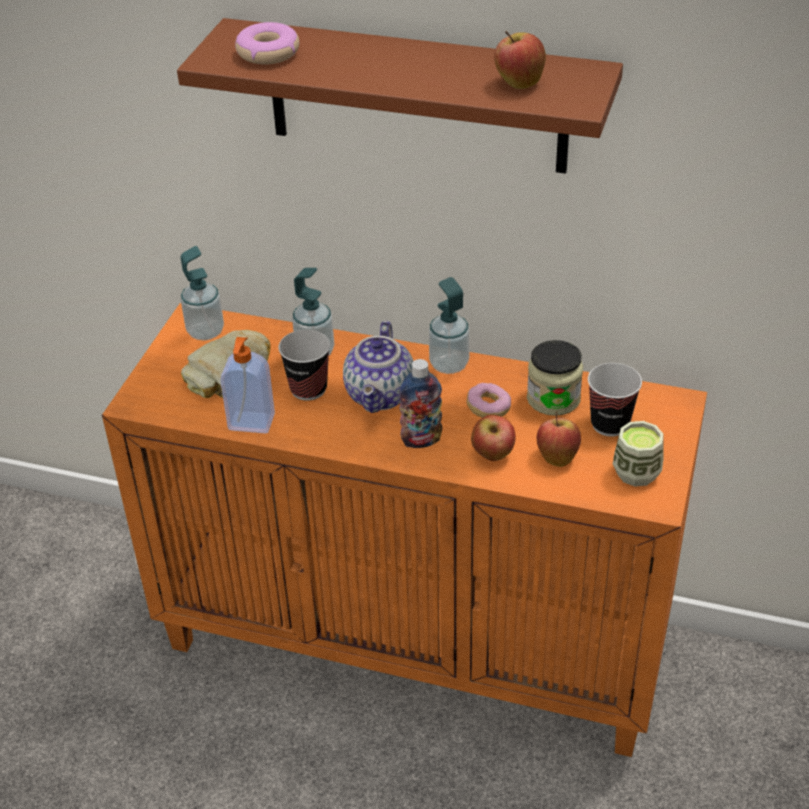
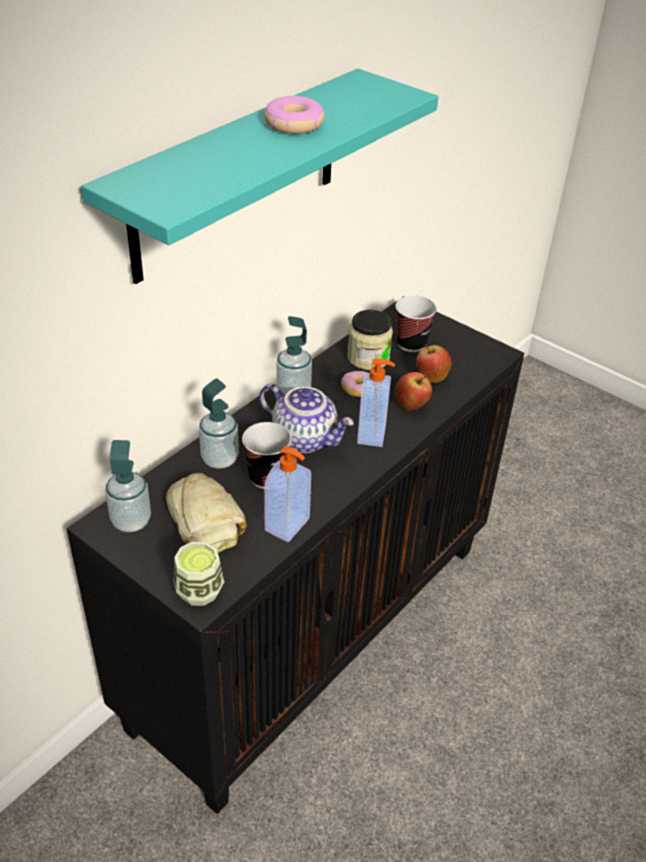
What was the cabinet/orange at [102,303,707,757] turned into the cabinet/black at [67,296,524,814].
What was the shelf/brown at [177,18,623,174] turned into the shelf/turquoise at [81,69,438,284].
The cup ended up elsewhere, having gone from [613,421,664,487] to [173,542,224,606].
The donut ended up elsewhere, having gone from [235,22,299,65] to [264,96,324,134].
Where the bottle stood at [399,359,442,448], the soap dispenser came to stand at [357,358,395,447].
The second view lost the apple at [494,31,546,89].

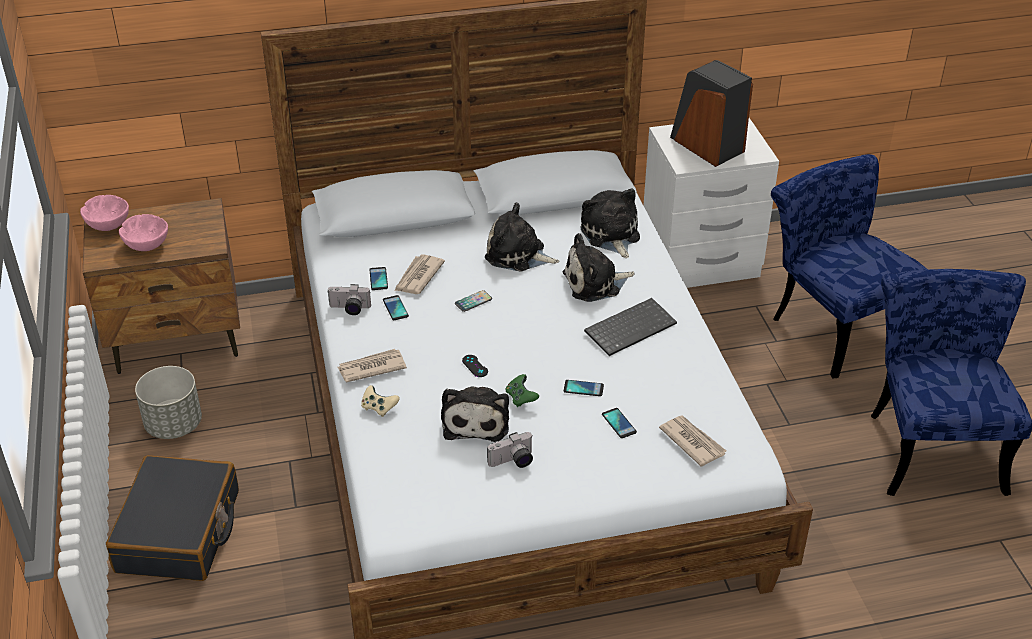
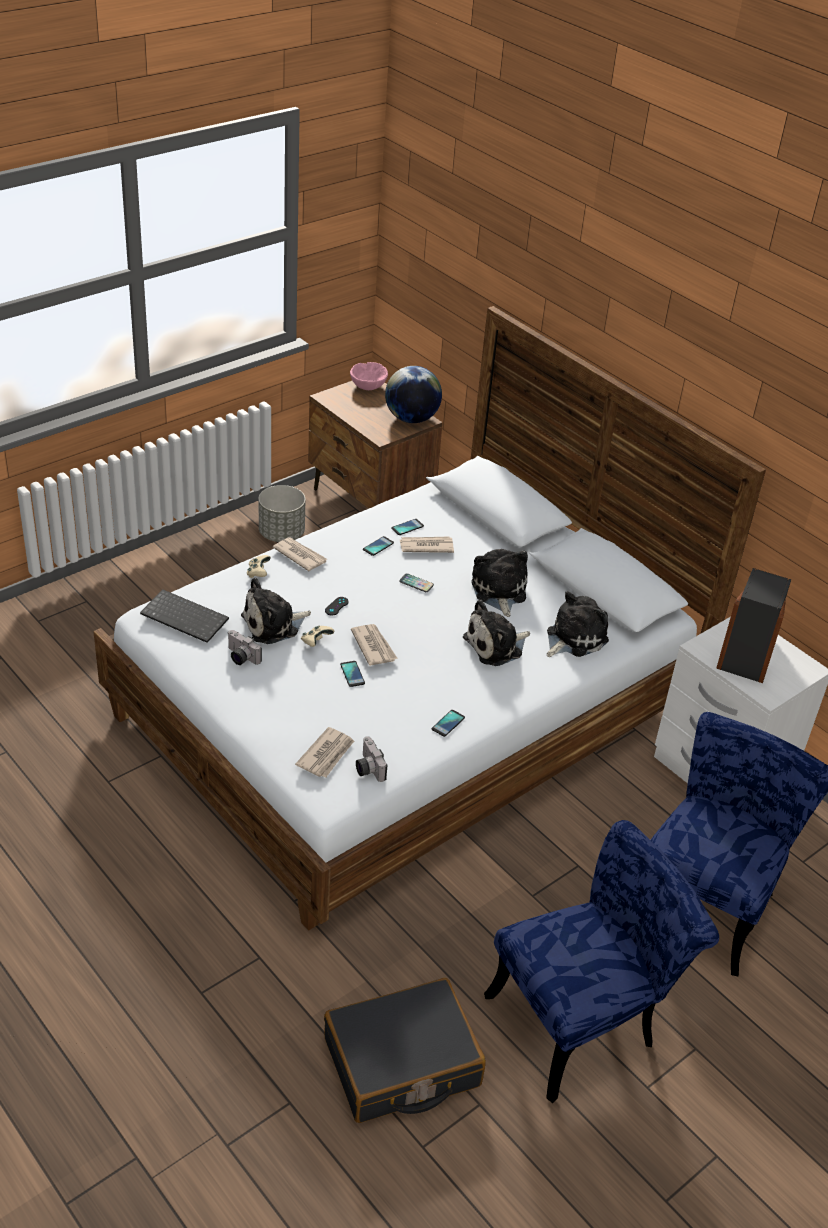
The keyboard ended up elsewhere, having gone from [584,298,677,356] to [140,589,229,643].
What was the game controller/green at [506,374,539,407] turned into the game controller/beige at [301,626,334,647].
The suitcase/black ended up elsewhere, having gone from [106,455,239,581] to [324,978,486,1123].
The second view gained the newspaper at [351,624,398,666].
The photo camera ended up elsewhere, having gone from [328,284,371,315] to [356,736,387,782].
The second view gained the globe at [385,366,442,423].
The phone ended up elsewhere, having gone from [602,408,637,438] to [432,710,465,737].
The plush toy at [563,233,635,302] ended up facing another way, 75 degrees counterclockwise from before.
The second view lost the bowl/pink at [119,214,168,251].

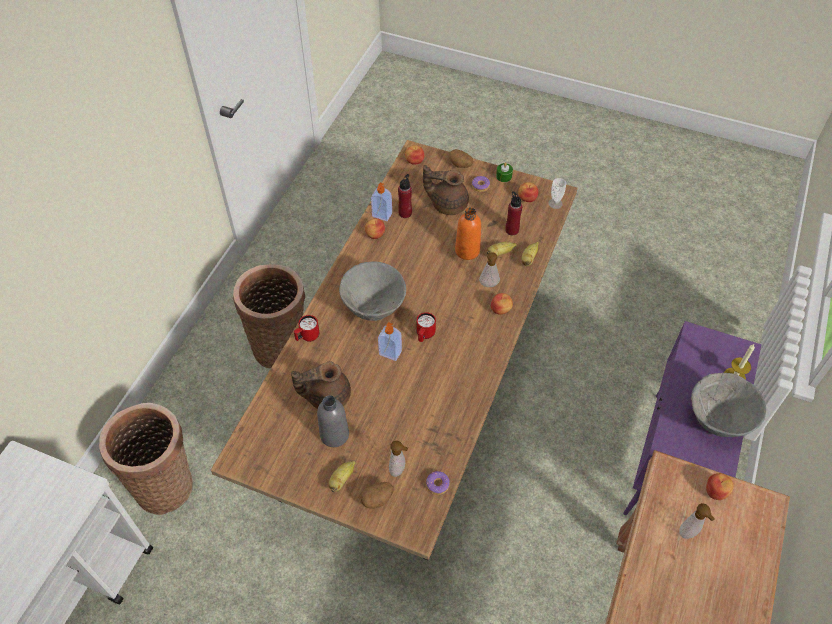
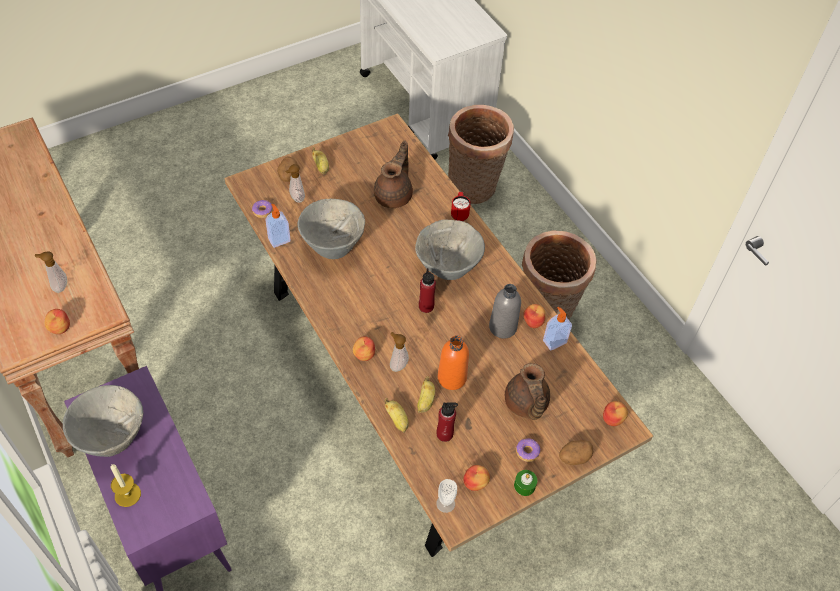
The soap dispenser ended up elsewhere, having gone from [378,322,402,361] to [265,204,291,248].
The second view gained the bowl/grey at [297,198,365,259].
The bottle/red ended up elsewhere, having gone from [398,174,412,218] to [419,268,436,313].
The bottle/grey ended up elsewhere, having gone from [317,395,349,447] to [489,284,521,339].
The teapot/brown at [423,165,469,215] ended up facing another way, 120 degrees clockwise from before.
The second view lost the mug/red at [417,312,436,342].

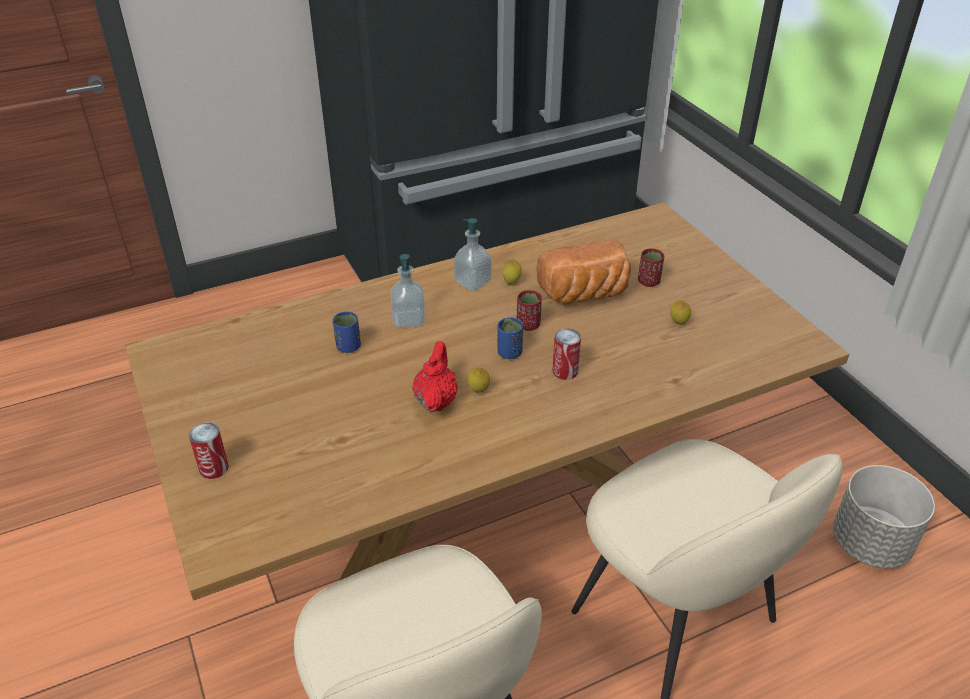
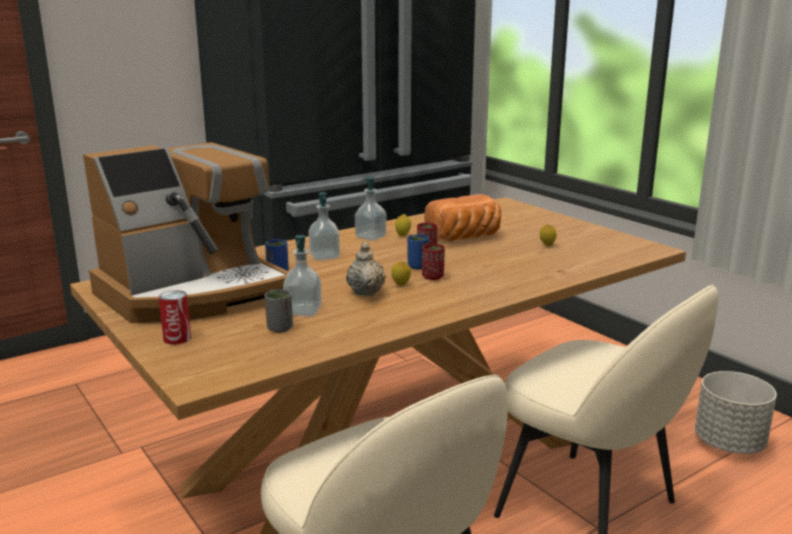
The second view gained the coffee machine at [83,142,289,323].
The second view gained the cup/grey at [265,289,293,333].
The second view gained the soap dispenser at [283,235,322,316].
What was the teapot/red at [412,341,458,412] turned into the teapot/beige at [346,242,386,296].
The cup/red ended up elsewhere, having gone from [638,248,664,287] to [422,244,445,280].
The second view lost the can at [553,329,581,380].

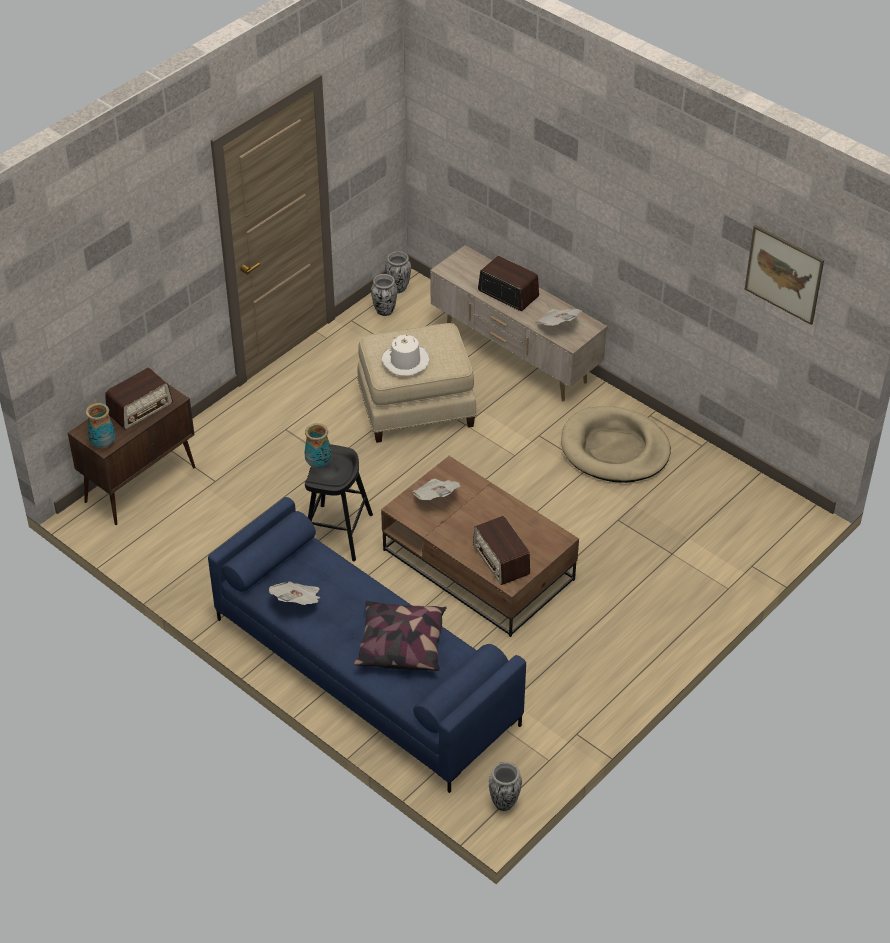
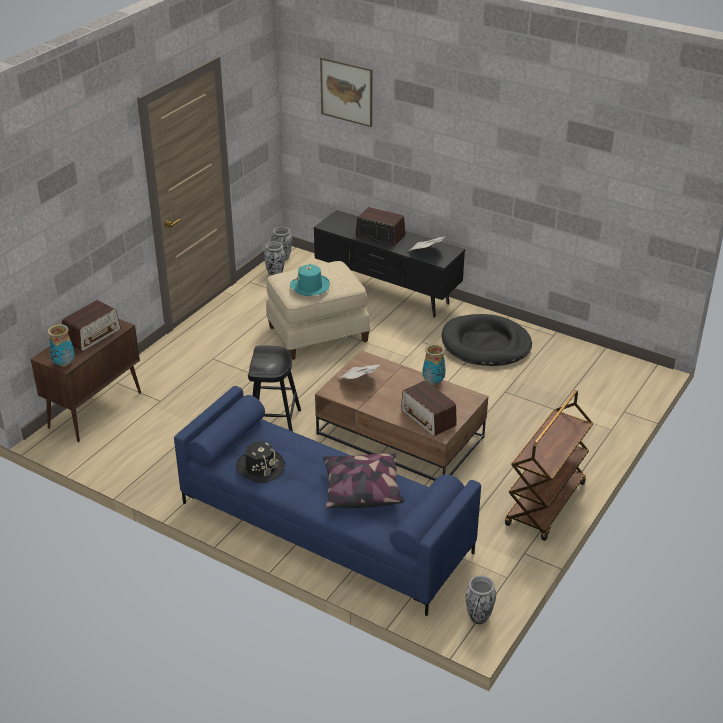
Where the newspaper stood at [269,581,320,605], the hat/black came to stand at [236,441,285,483].
What was the hat/white at [381,334,429,376] turned into the hat/turquoise at [290,263,330,296].
What was the tv stand/beige at [430,245,608,401] turned into the tv stand/black at [314,210,466,317].
The picture ended up elsewhere, having gone from [745,225,824,325] to [320,57,372,127].
The vase ended up elsewhere, having gone from [305,423,331,468] to [423,344,446,385].
What was the dog bed/beige at [561,406,671,483] turned into the dog bed/black at [442,314,532,366].
The second view gained the cart/brown at [505,390,593,541].

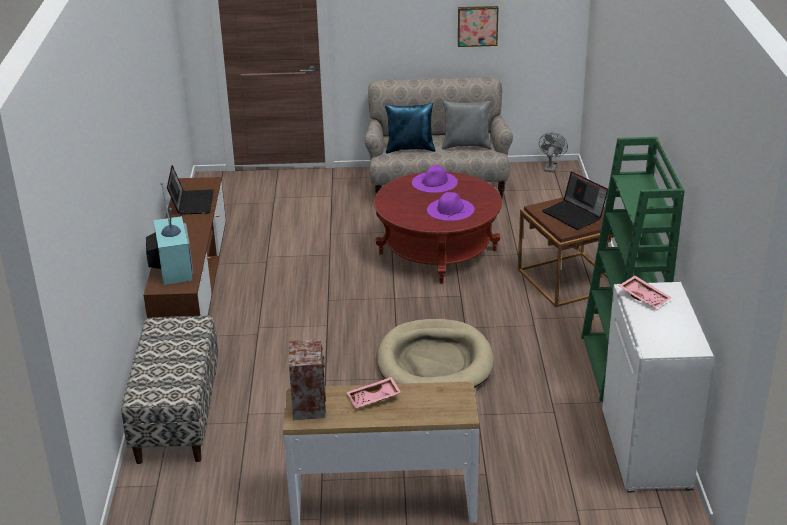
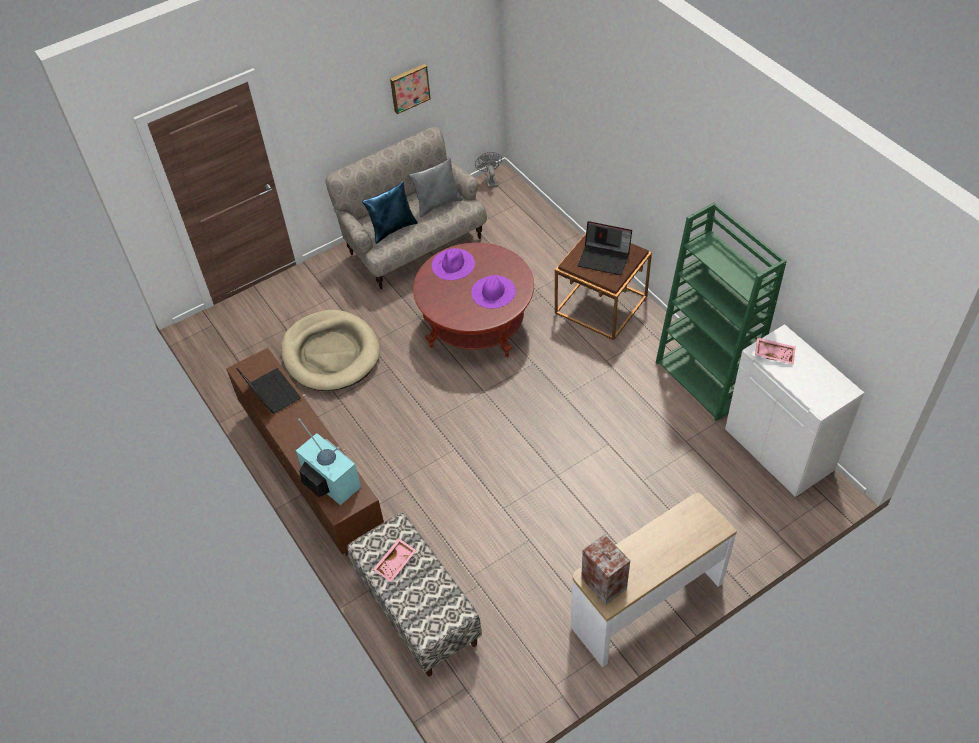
The dog bed/beige ended up elsewhere, having gone from [377,319,494,388] to [281,310,380,391].
The tray/pink ended up elsewhere, having gone from [346,377,401,408] to [373,538,417,582].

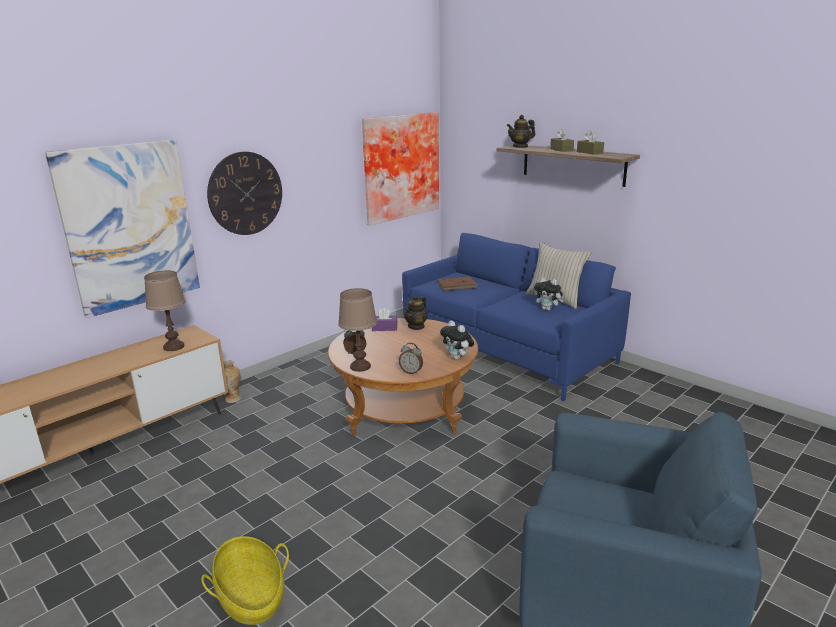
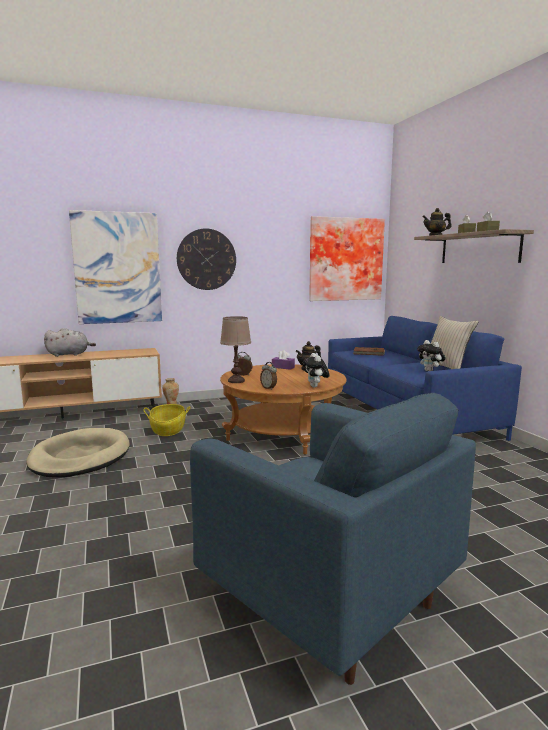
The second view gained the dog bed/beige at [26,428,130,478].
The second view gained the plush toy/grey at [44,328,96,357].
The basket ended up elsewhere, having gone from [201,536,289,625] to [144,404,191,436].
The second view lost the table lamp/brown at [144,270,186,351].

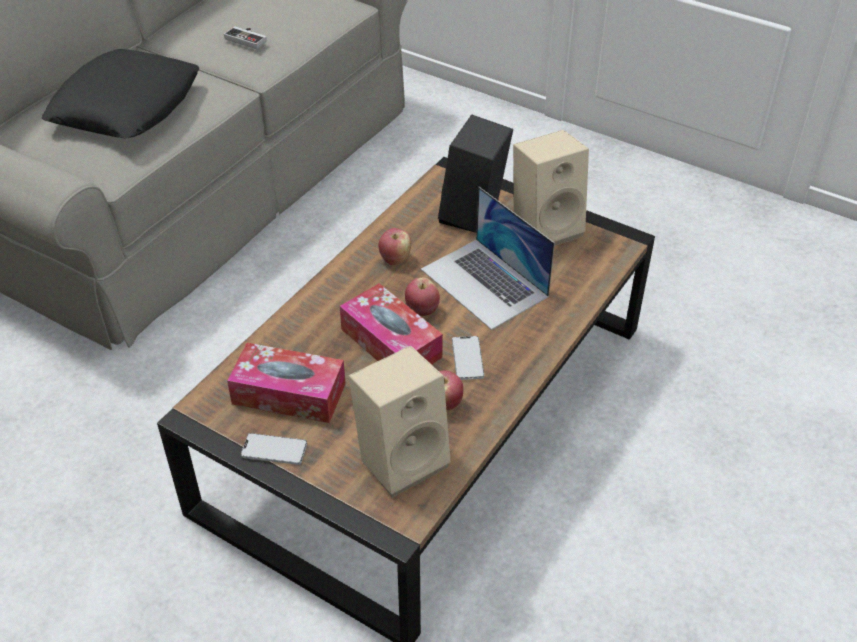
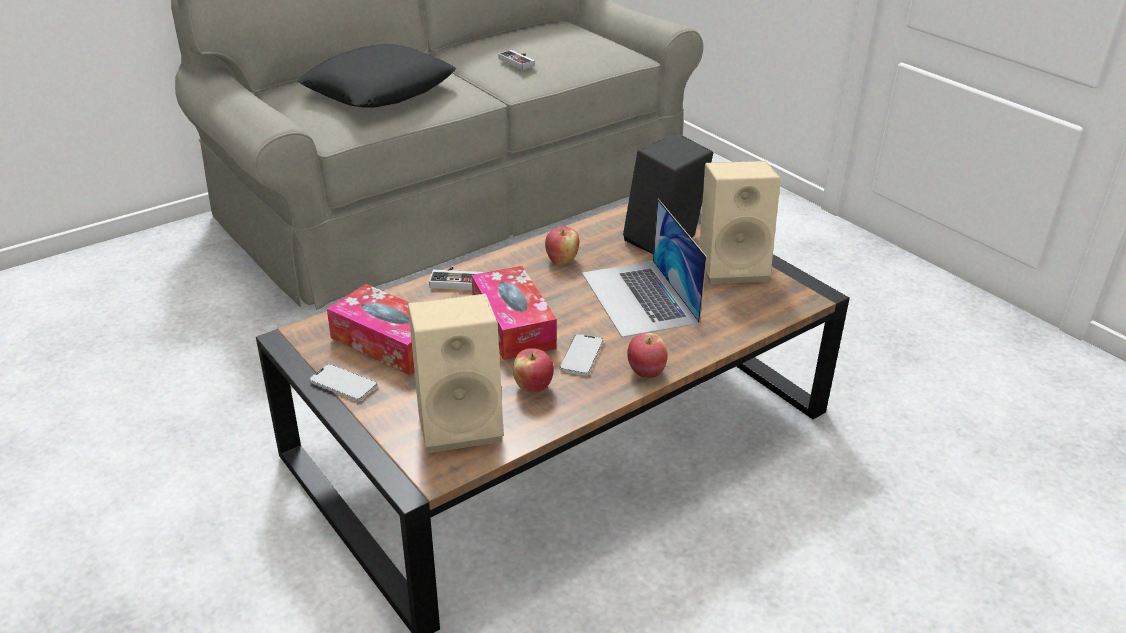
The second view gained the game controller at [429,267,484,290].
The apple ended up elsewhere, having gone from [405,278,440,316] to [627,333,668,378].

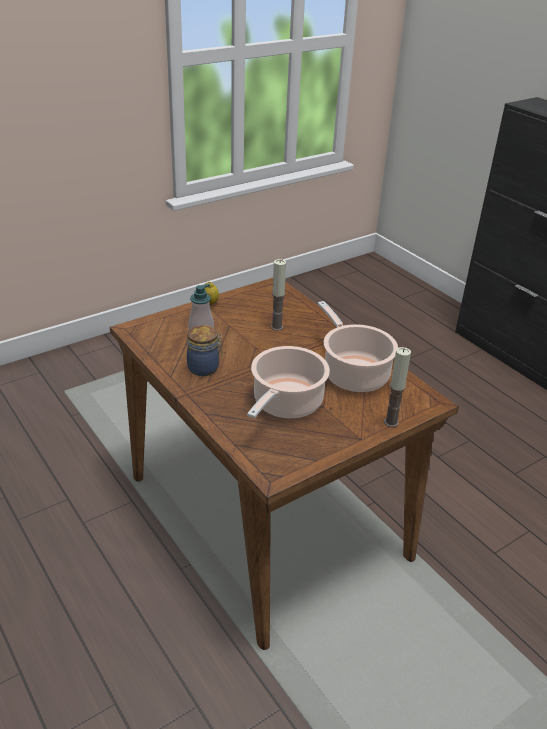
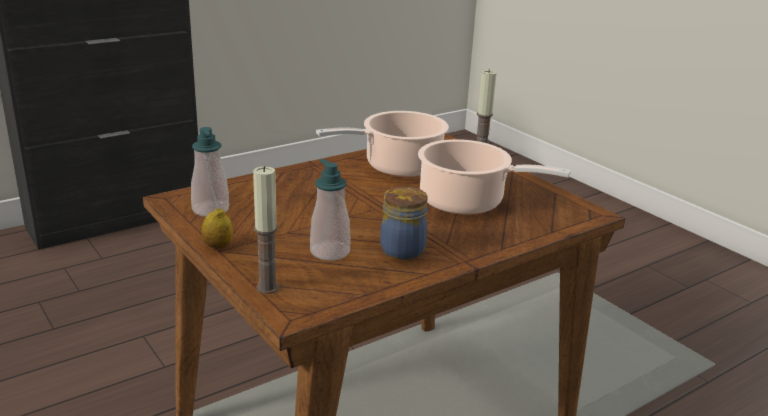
The second view gained the soap dispenser at [191,127,229,217].
The candle ended up elsewhere, having gone from [271,259,286,331] to [253,166,279,294].

